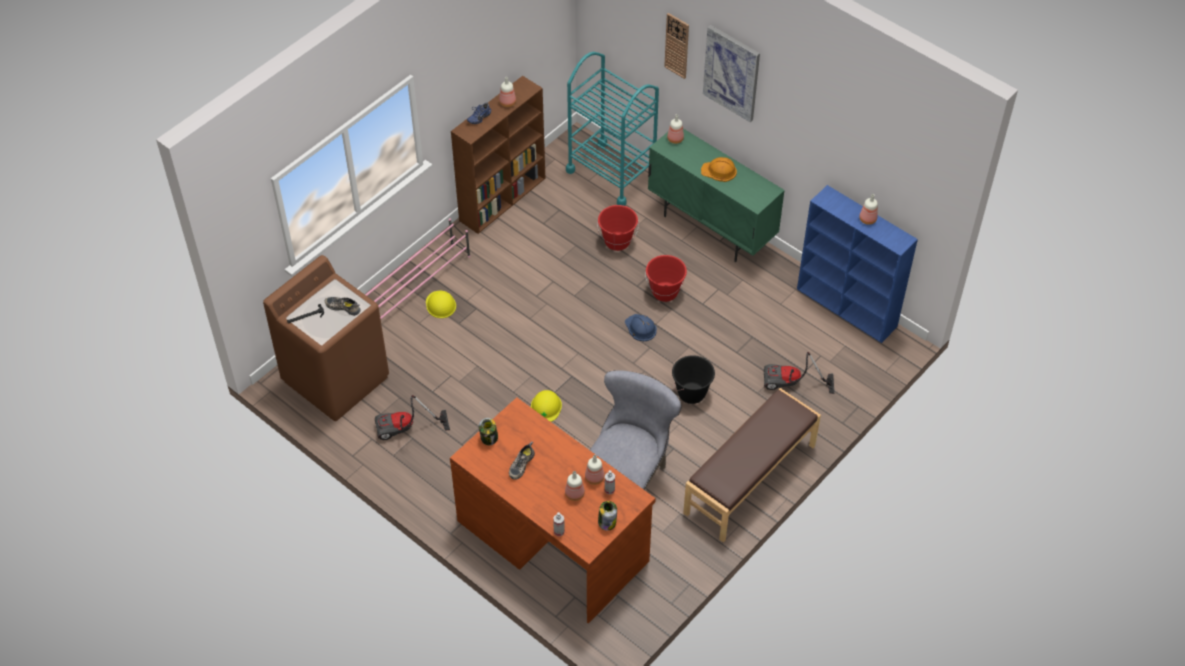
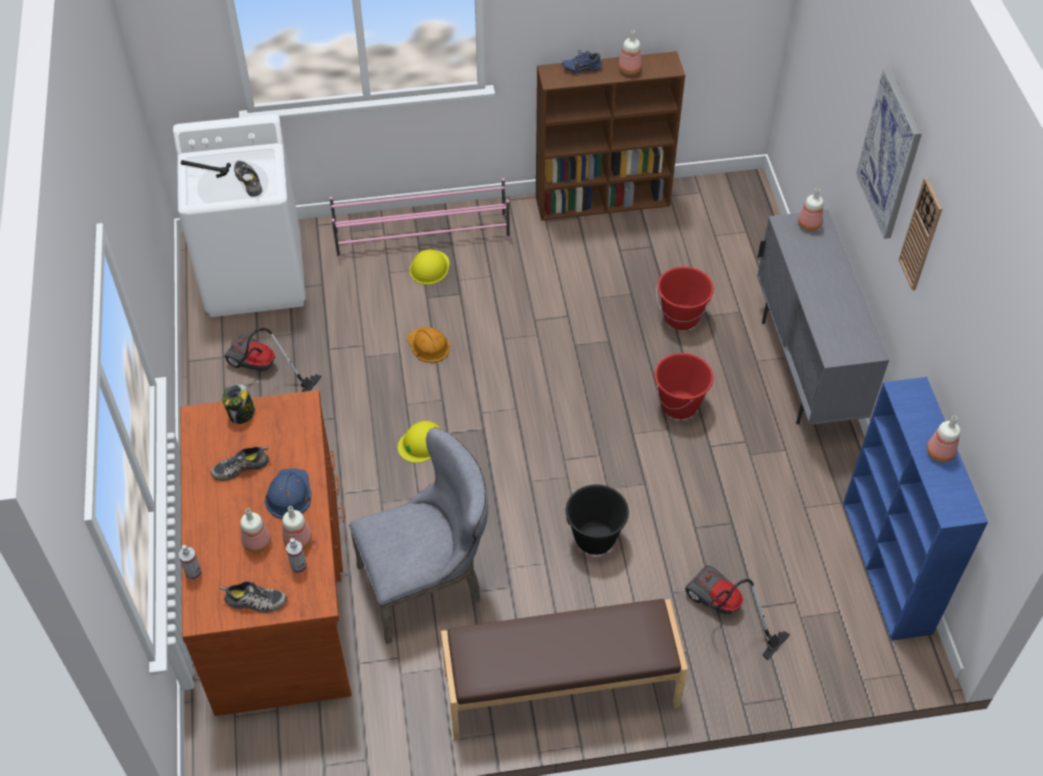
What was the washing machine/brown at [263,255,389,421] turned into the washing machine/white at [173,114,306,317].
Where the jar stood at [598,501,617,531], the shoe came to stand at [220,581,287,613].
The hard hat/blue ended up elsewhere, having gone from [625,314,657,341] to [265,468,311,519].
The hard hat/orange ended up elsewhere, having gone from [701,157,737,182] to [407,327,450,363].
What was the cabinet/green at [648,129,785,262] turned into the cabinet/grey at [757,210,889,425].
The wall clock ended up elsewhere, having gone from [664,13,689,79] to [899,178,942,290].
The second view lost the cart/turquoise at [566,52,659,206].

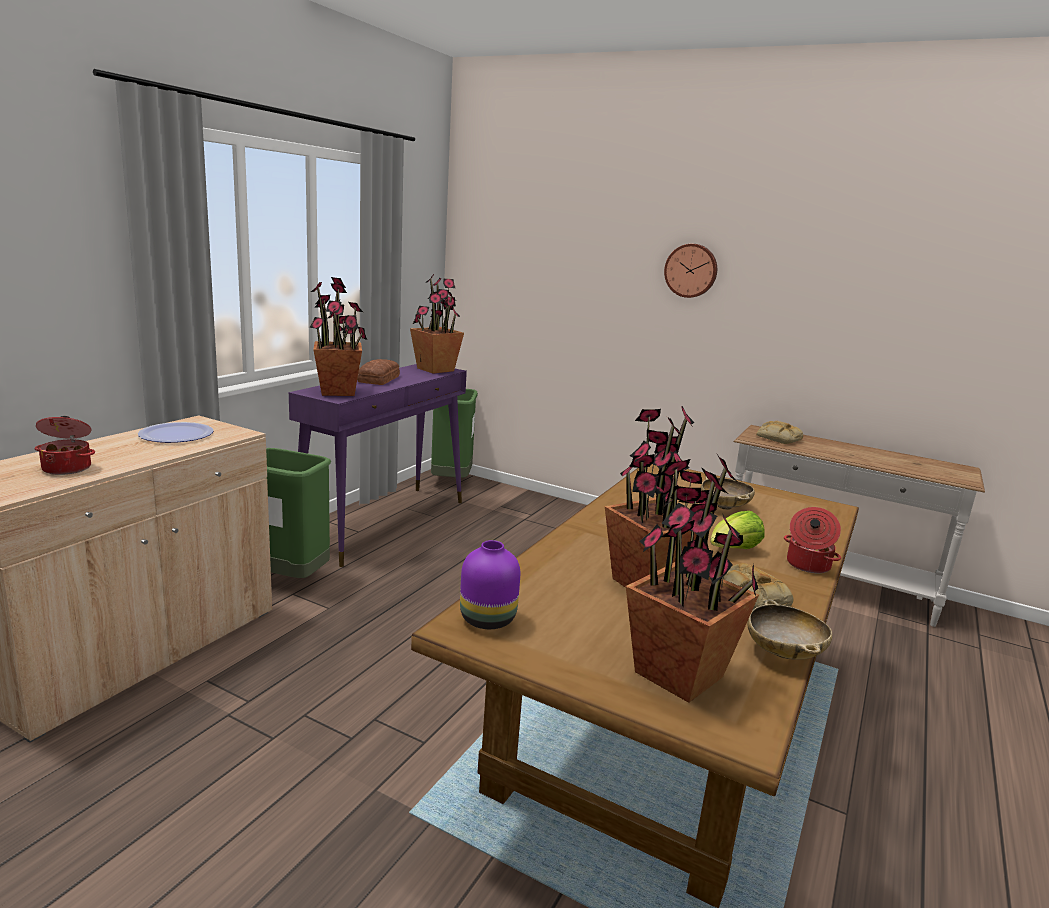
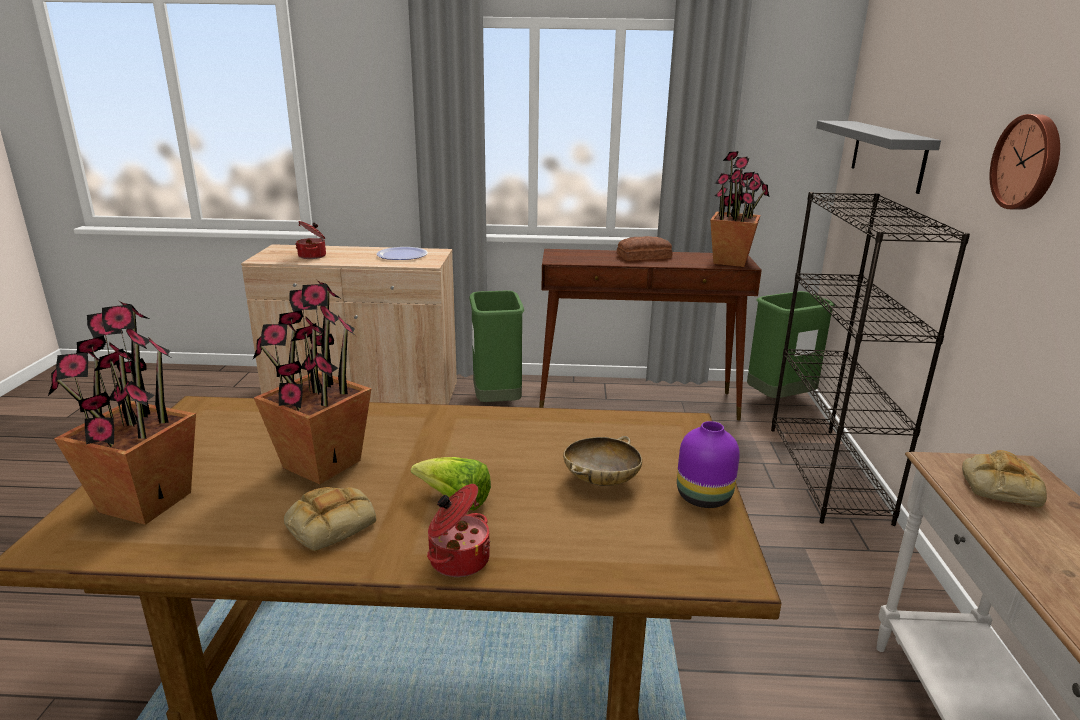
What was the console table/purple at [289,364,467,567] turned into the console table/brown at [539,249,762,421].
The vase/purple ended up elsewhere, having gone from [460,540,520,629] to [677,421,740,508].
The second view gained the bookcase/black at [771,192,970,526].
The second view gained the shelf/grey at [816,121,941,194].
The second view lost the potted plant at [309,277,367,396].
The second view lost the bowl/beige at [747,599,832,660].

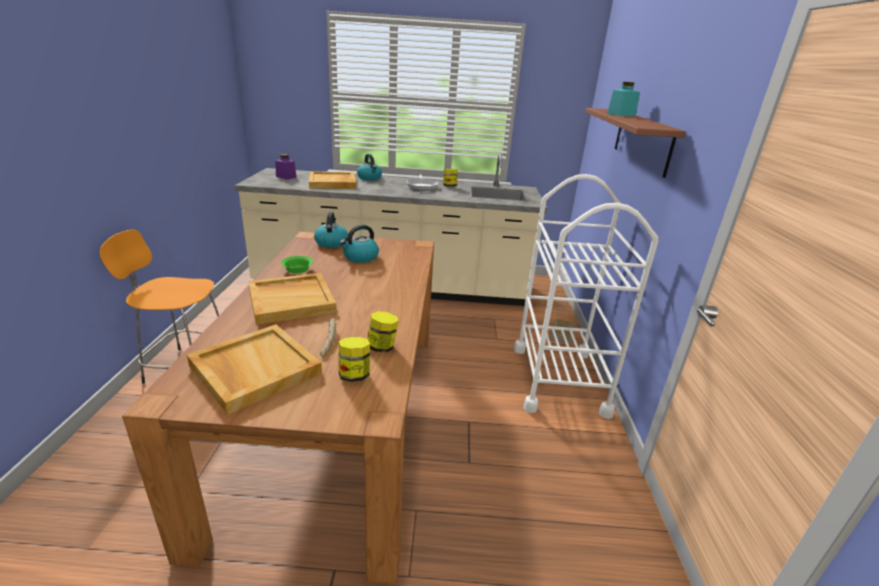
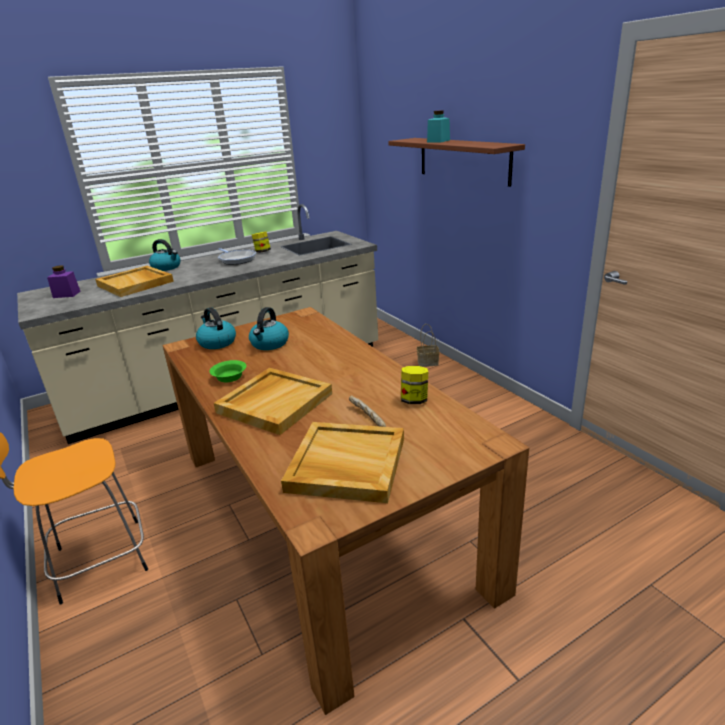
The second view lost the jar at [339,337,370,382].
The second view lost the cart/white at [514,174,659,419].

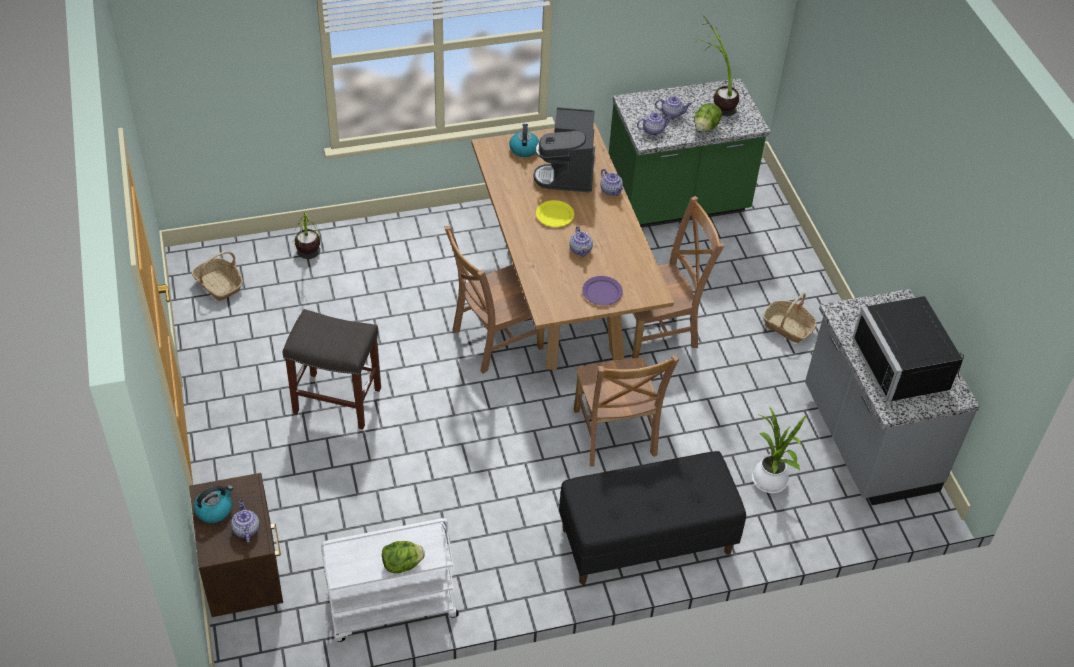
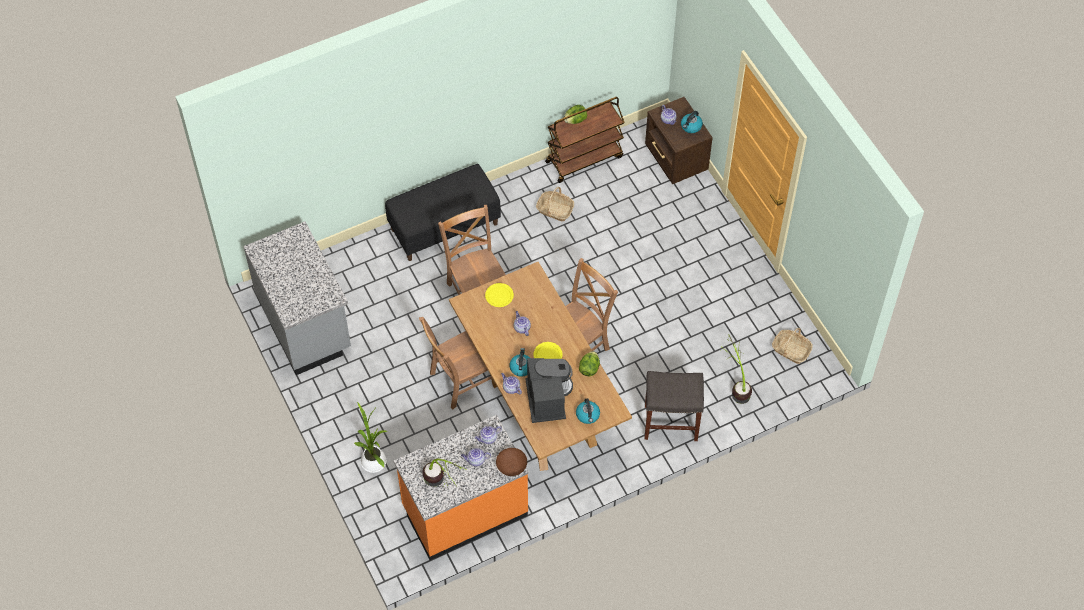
The potted plant ended up elsewhere, having gone from [752,406,807,493] to [354,402,387,473].
What was the counter/green at [609,78,771,226] turned into the counter/orange at [394,415,529,560].
What was the plate/purple at [582,276,623,305] turned into the plate/yellow at [485,283,514,307].
The second view gained the bowl/brown at [496,448,527,476].
The second view gained the kettle at [509,348,530,377].
The basket ended up elsewhere, having gone from [763,293,817,343] to [536,187,574,221].
What was the cart/white at [321,518,459,642] turned into the cart/brown at [545,97,625,183].
The lettuce ended up elsewhere, having gone from [694,103,722,131] to [579,351,600,376].
The stool/grey ended up elsewhere, having gone from [283,309,381,429] to [645,371,704,441].
The second view lost the microwave/black at [852,296,964,402].

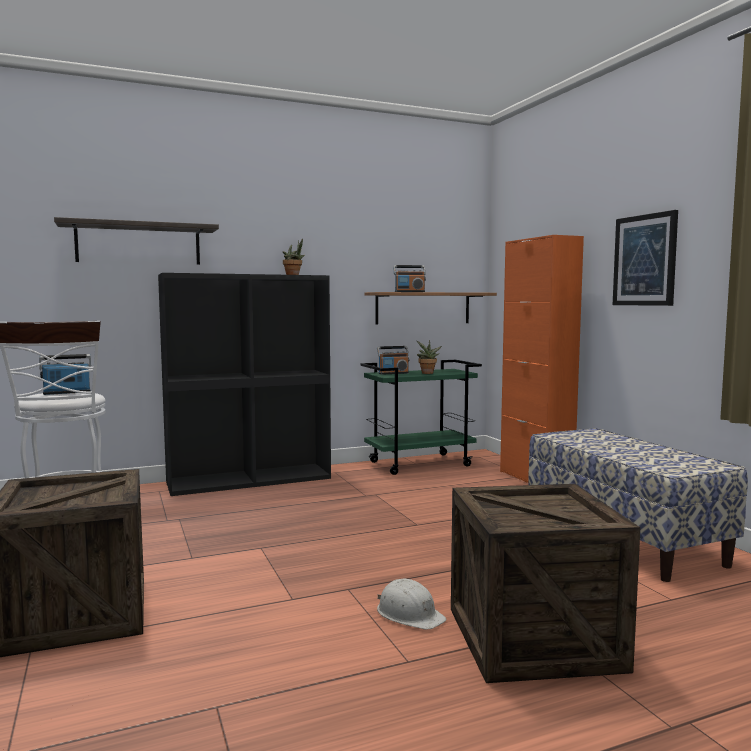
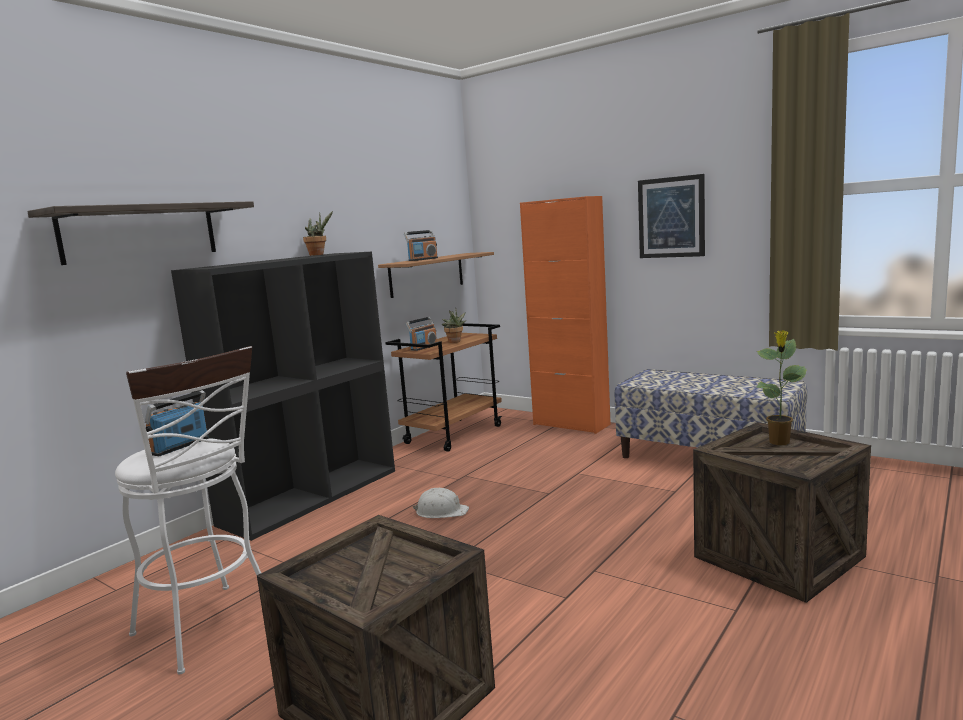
What was the cart/green at [360,360,482,475] turned into the cart/brown at [385,323,502,452].
The hard hat/white ended up elsewhere, having gone from [377,579,446,630] to [413,488,469,518].
The second view gained the potted plant at [756,330,806,445].

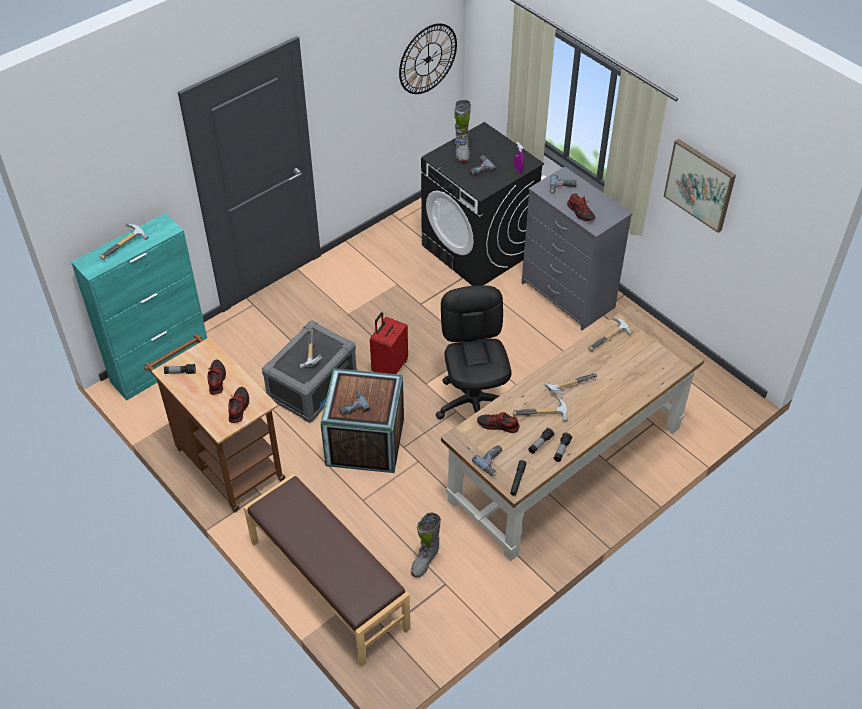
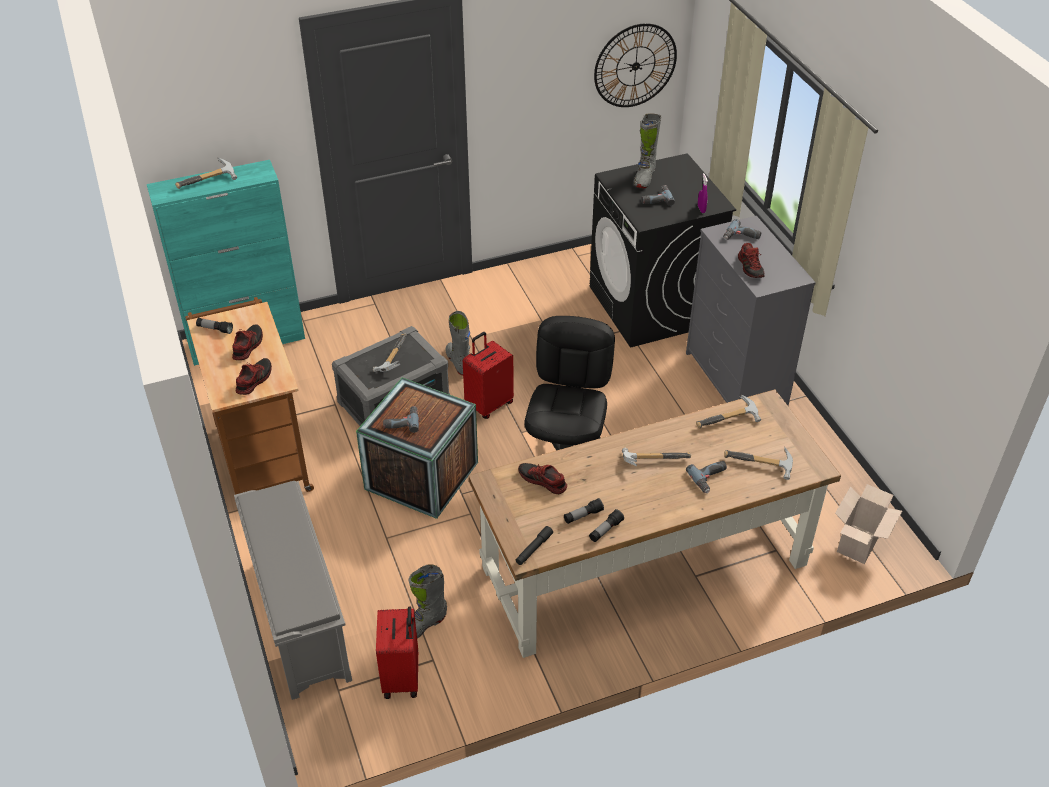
Where the bench/brown stood at [244,474,411,667], the shoe rack/grey came to stand at [234,481,352,700].
The second view gained the suitcase/red at [376,606,418,699].
The second view gained the boot/grey at [445,311,470,376].
The power drill ended up elsewhere, having gone from [472,445,502,476] to [686,461,727,493].
The hammer ended up elsewhere, having gone from [513,396,568,421] to [724,447,793,480].
The second view gained the cardboard box at [835,484,902,564].
The second view lost the picture at [663,139,736,233].

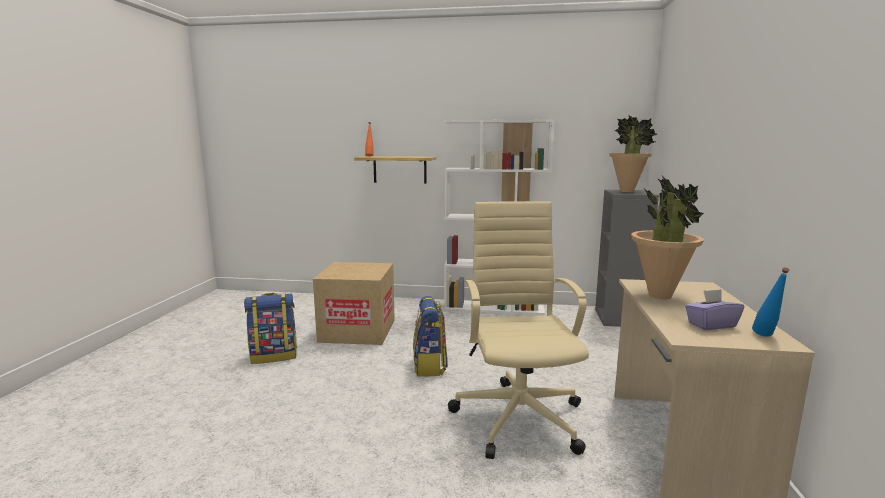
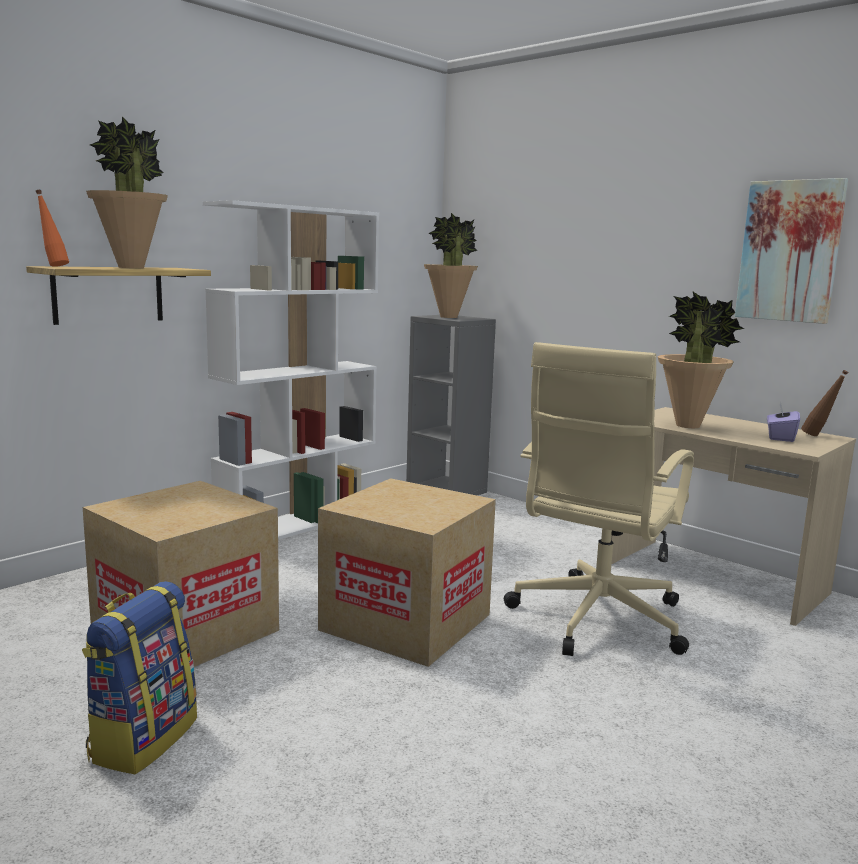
The second view gained the potted plant at [86,116,168,268].
Where the backpack stood at [413,296,448,377], the cardboard box came to stand at [318,478,496,667].
The office chair/beige at [448,201,589,459] ended up facing another way, 90 degrees counterclockwise from before.
The second view gained the picture at [735,178,848,324].
What was the bottle/blue at [752,268,790,337] turned into the bottle/brown at [801,370,848,436].

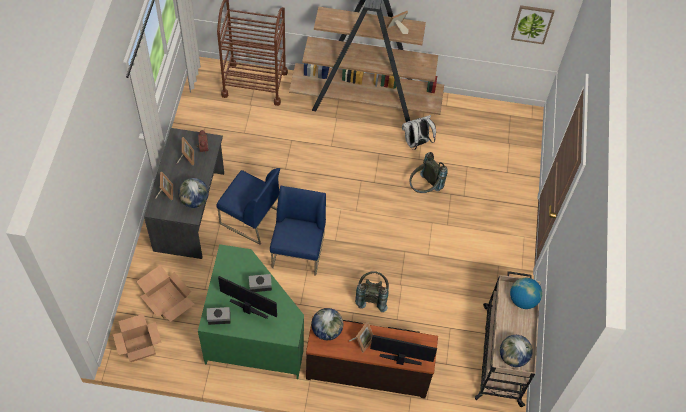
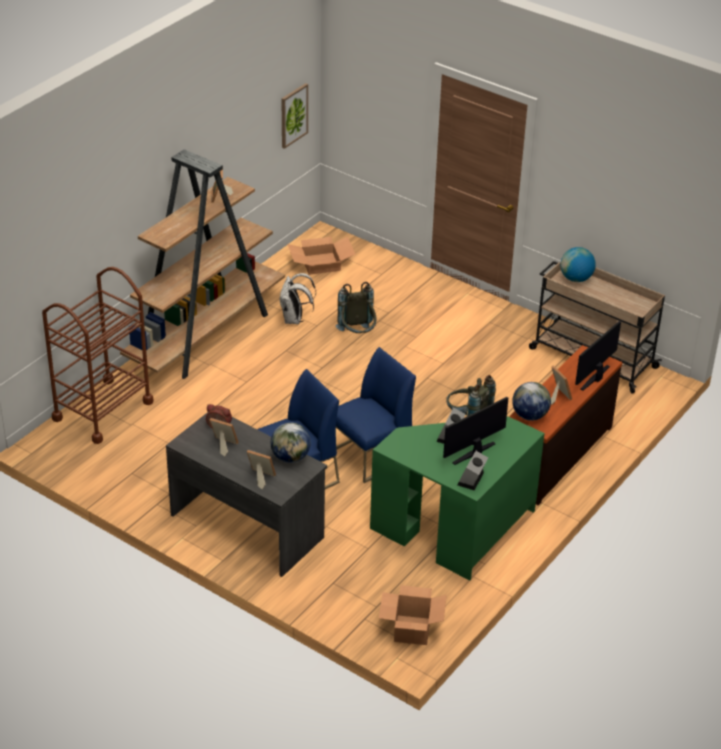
The cardboard box ended up elsewhere, having gone from [136,265,195,322] to [287,237,355,275].
The chair/blue at [270,186,326,276] ended up facing another way, 105 degrees clockwise from before.
The second view lost the globe at [500,335,533,367].

